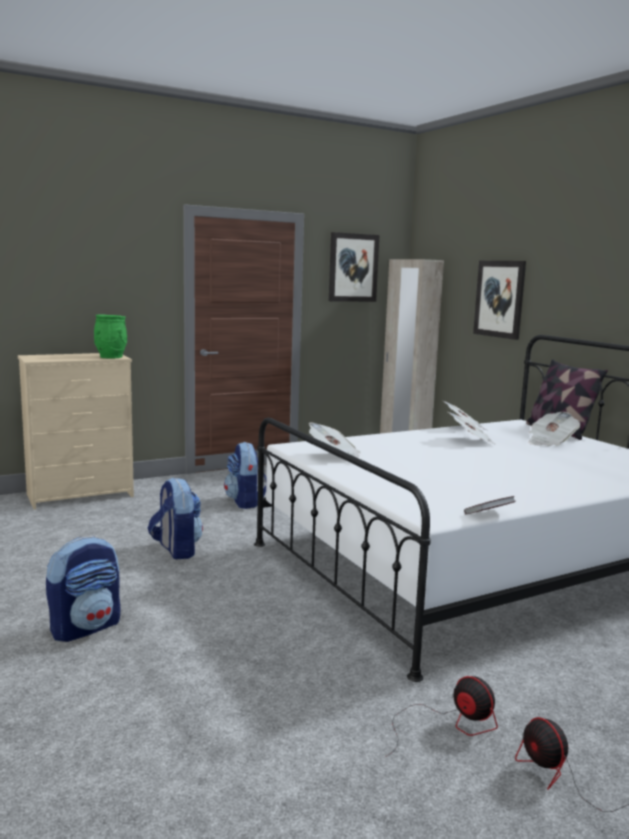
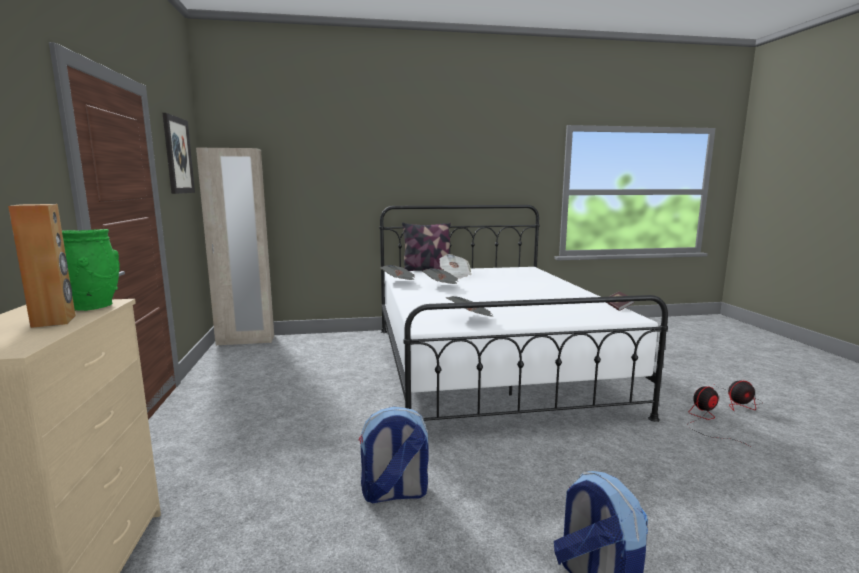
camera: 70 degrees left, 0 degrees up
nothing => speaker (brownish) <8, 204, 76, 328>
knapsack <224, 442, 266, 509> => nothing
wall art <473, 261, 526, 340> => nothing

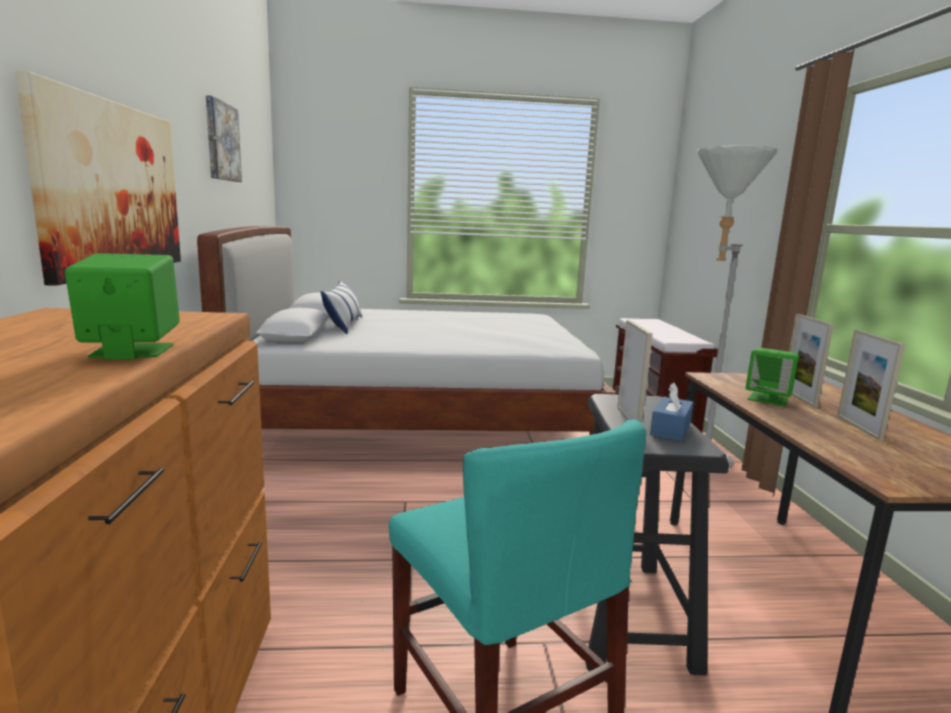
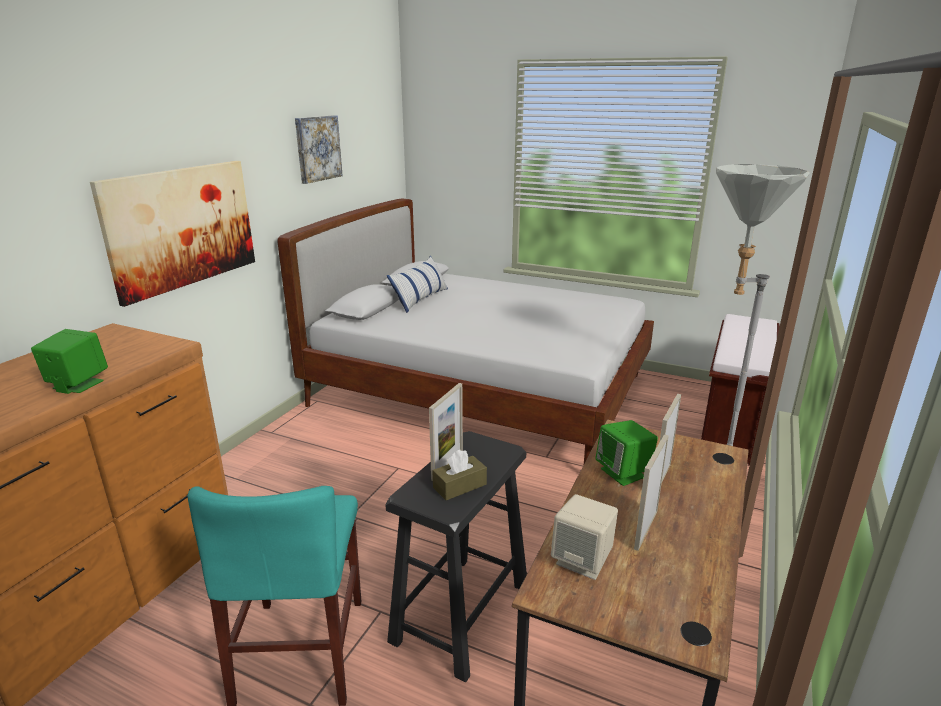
camera: 30 degrees right, 10 degrees up
tissue box (blue) <650, 383, 693, 442> => tissue box (brownish) <433, 450, 487, 500>
nothing => speaker (beige-coloured) <551, 494, 618, 580>

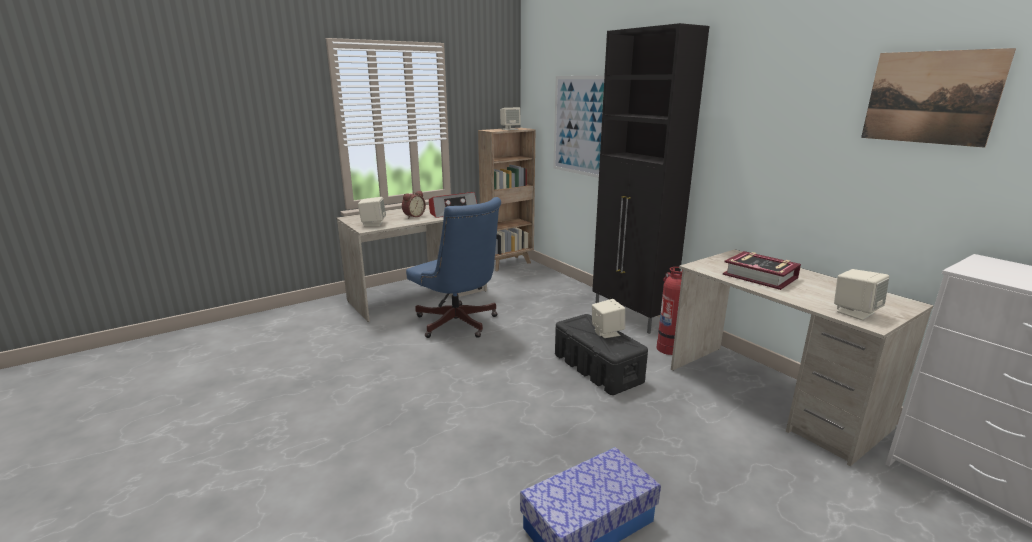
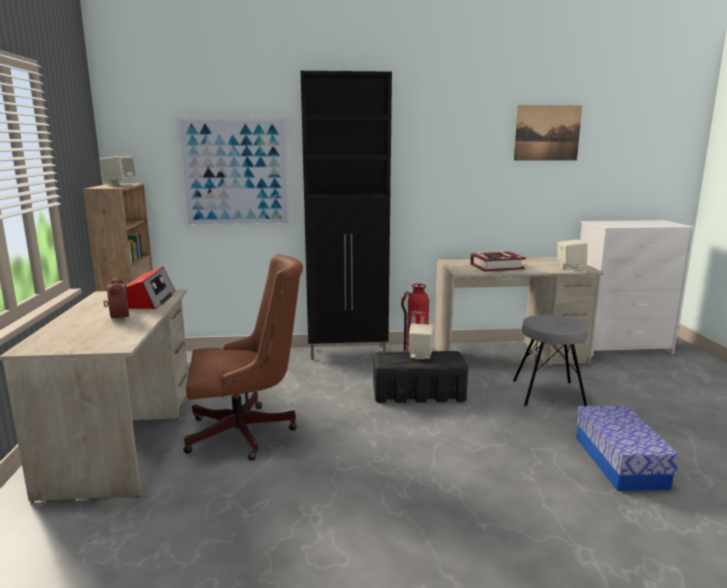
camera: 60 degrees left, 5 degrees down
computer chair (blue) <406, 197, 501, 338> => computer chair (brownish) <183, 254, 303, 461>
nothing => stool (greyish) <513, 315, 588, 407>
speaker (beige-coloured) <358, 197, 386, 227> => nothing

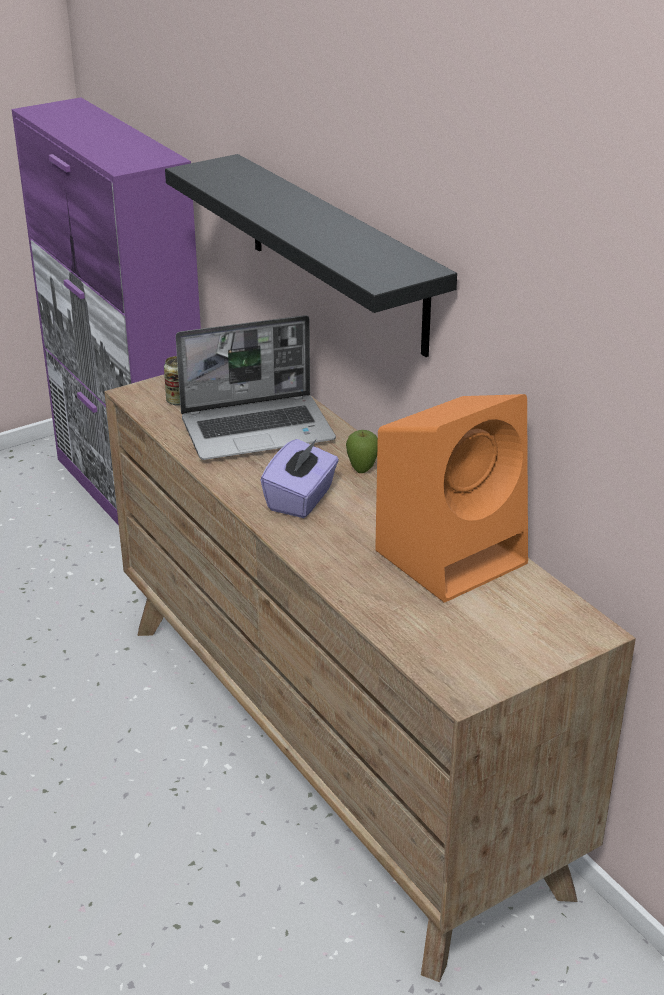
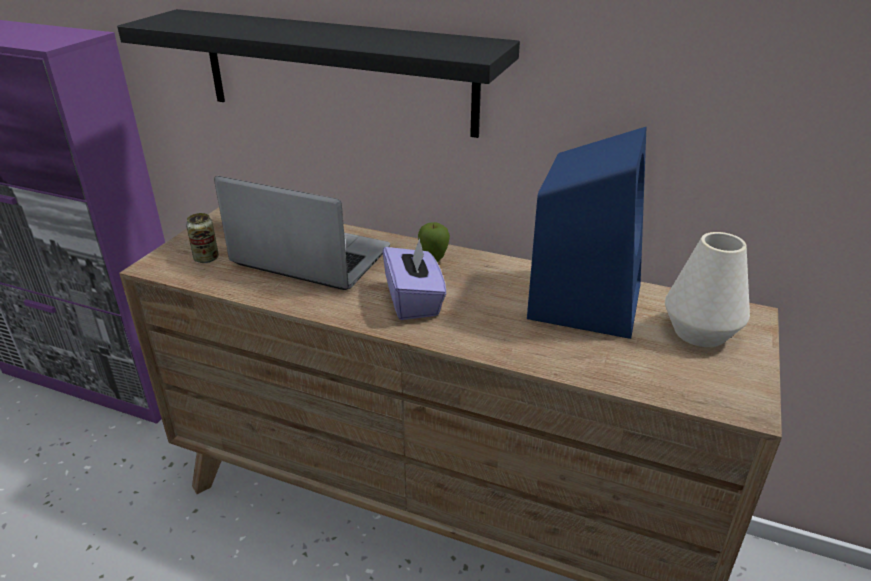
camera: 35 degrees left, 0 degrees up
portable computer <176, 315, 336, 460> => portable computer <214, 176, 390, 290>, 105 degrees counterclockwise
speaker (orangey) <375, 394, 528, 602> => speaker (blue) <527, 127, 646, 339>
nothing => flower vase (whitish) <665, 232, 750, 347>

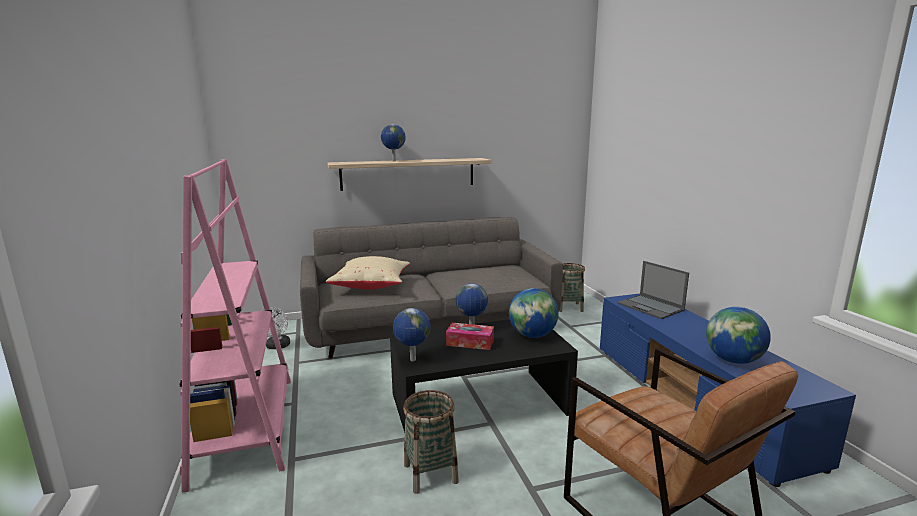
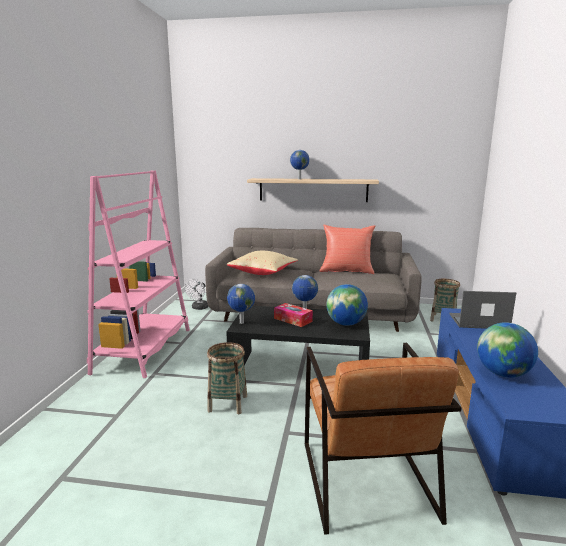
camera: 25 degrees right, 0 degrees up
nothing => pillow (red) <319, 225, 375, 274>
portable computer <618, 261, 689, 319> => portable computer <449, 291, 516, 329>, 105 degrees clockwise

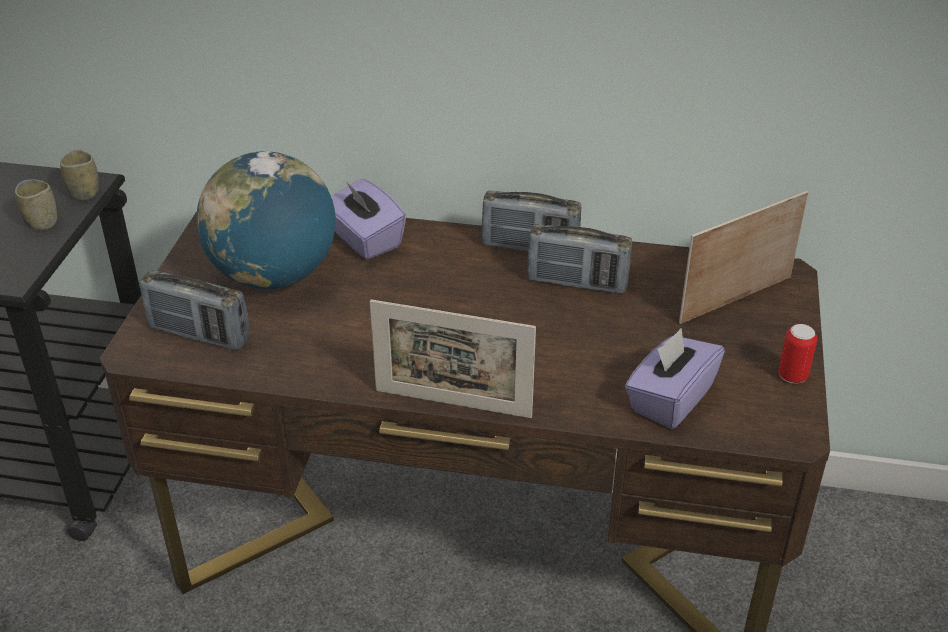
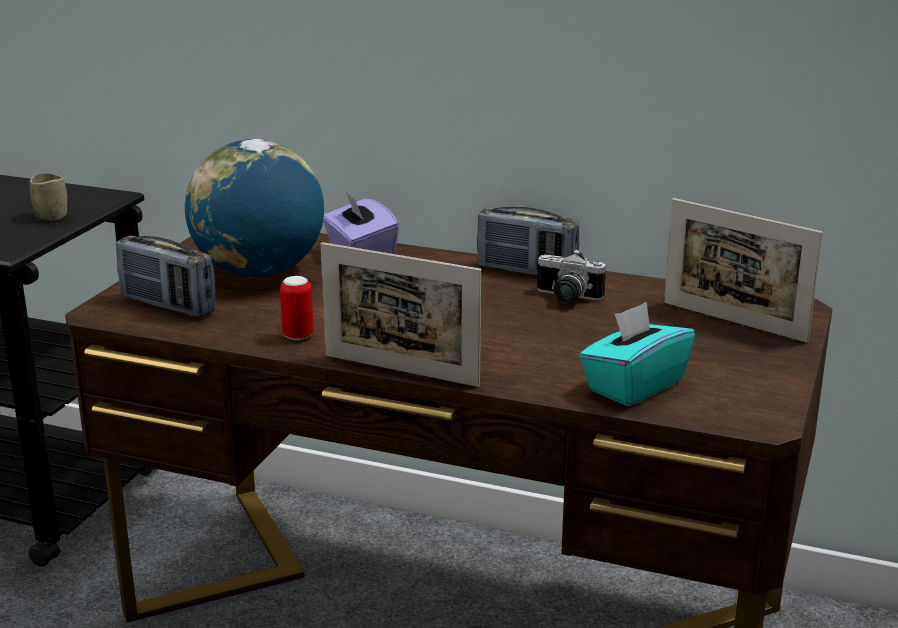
camera: 10 degrees right, 15 degrees down
sealed can <778, 324, 817, 384> => sealed can <280, 276, 314, 340>, moved
radio receiver <528, 224, 632, 294> => photo camera <537, 249, 606, 304>
tissue box (purple) <625, 328, 725, 429> => tissue box (blue-green) <579, 302, 695, 406>
standing frame <679, 191, 808, 324> => standing frame <664, 198, 823, 343>, 120 degrees counterclockwise
cup <60, 149, 99, 201> => nothing

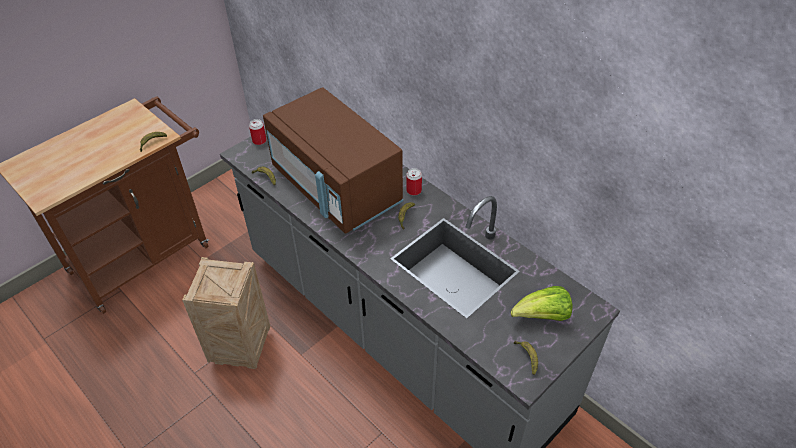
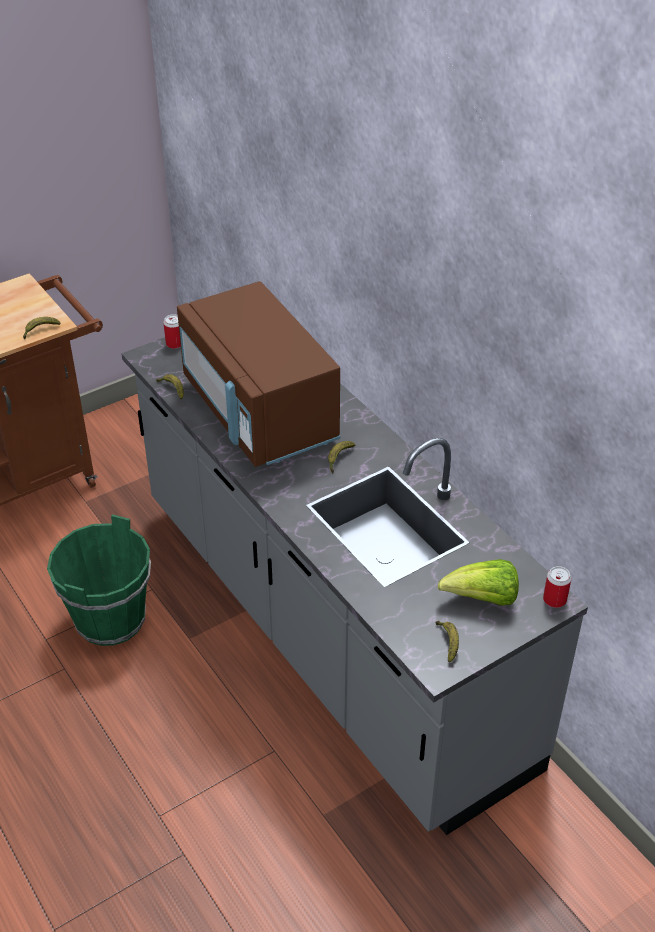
camera: 10 degrees right, 5 degrees down
packing crate <182, 257, 270, 369> => water bucket (green-coloured) <47, 514, 151, 646>
sealed can <406, 168, 422, 196> => sealed can <543, 566, 571, 608>, moved

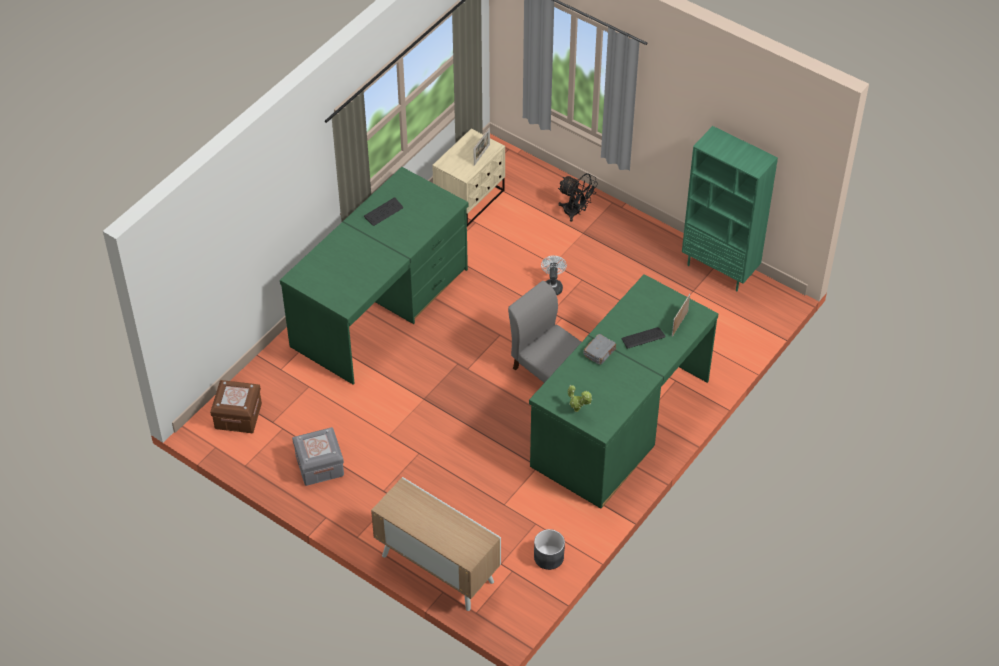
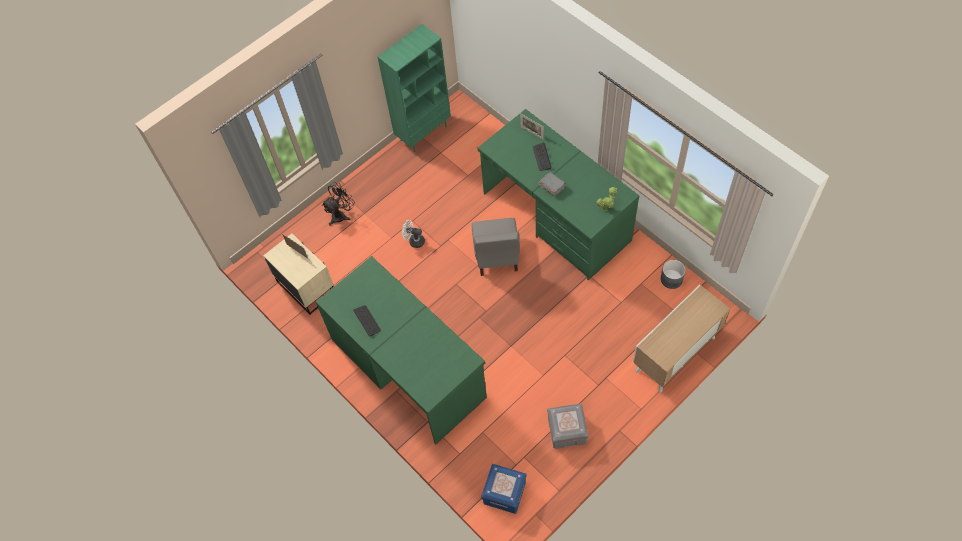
camera: 75 degrees left, 10 degrees up
plain chair (greyish) <508, 281, 581, 383> => plain chair (greyish) <472, 218, 519, 276>, 60 degrees counterclockwise
storage box (brownish) <210, 380, 262, 433> => storage box (blue) <481, 464, 527, 514>

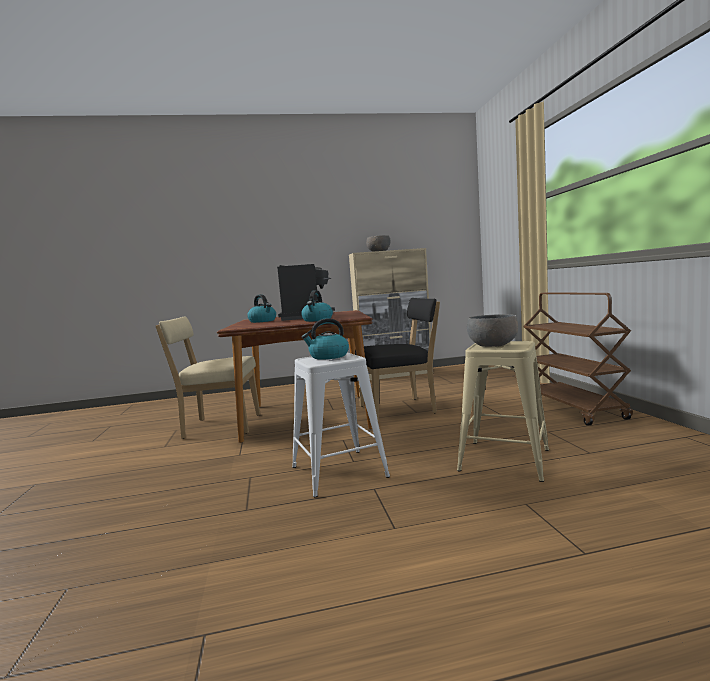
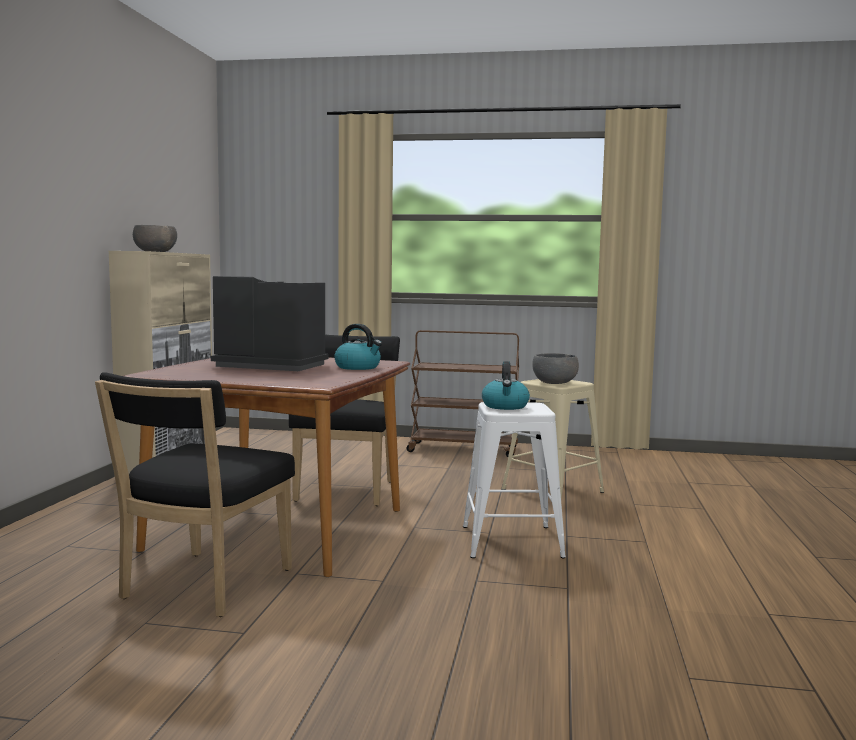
camera: 70 degrees left, 0 degrees up
plain chair (beige-coloured) <156, 317, 260, 439> => plain chair (black) <95, 372, 295, 617>
kettle <247, 294, 276, 323> => nothing

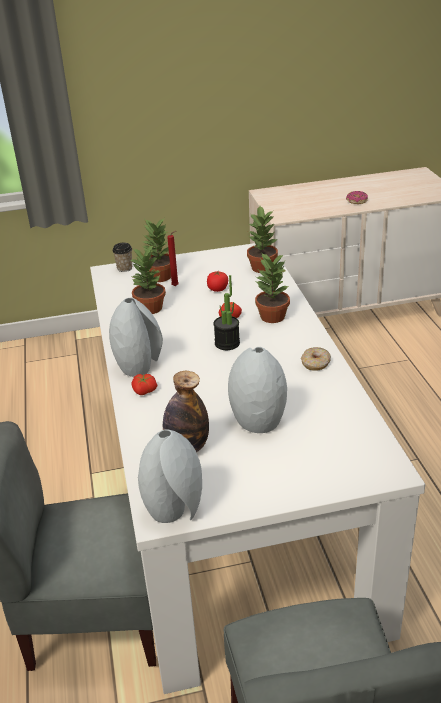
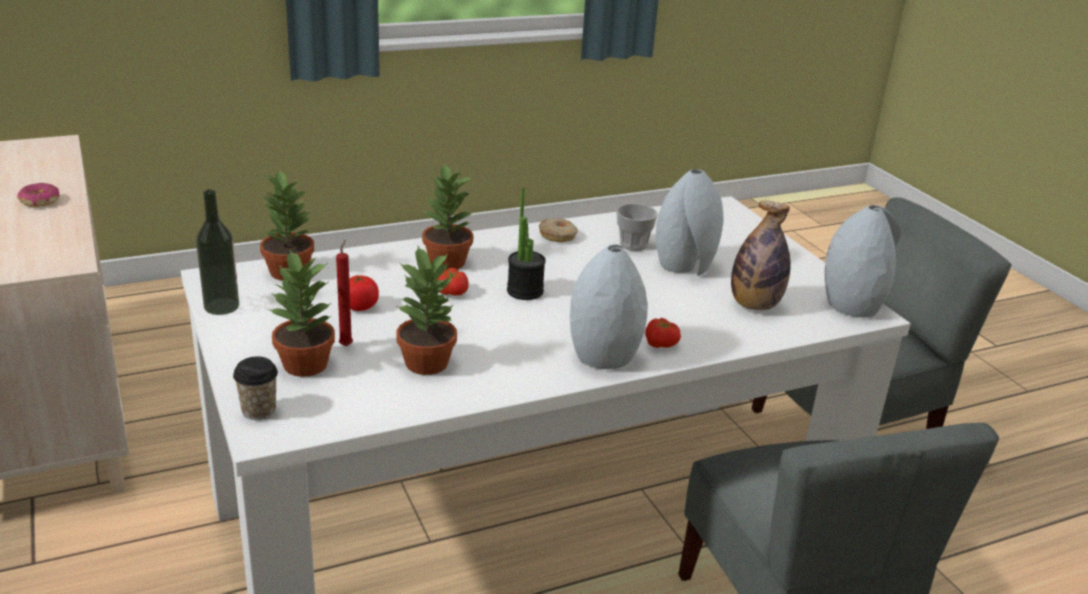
camera: 105 degrees left, 5 degrees down
nothing => bottle <196, 189, 239, 315>
nothing => cup <616, 204, 657, 251>

